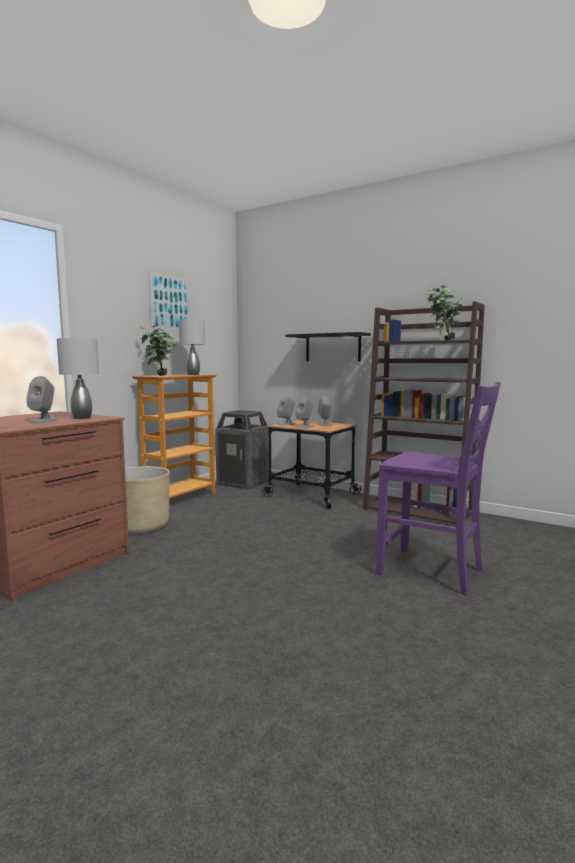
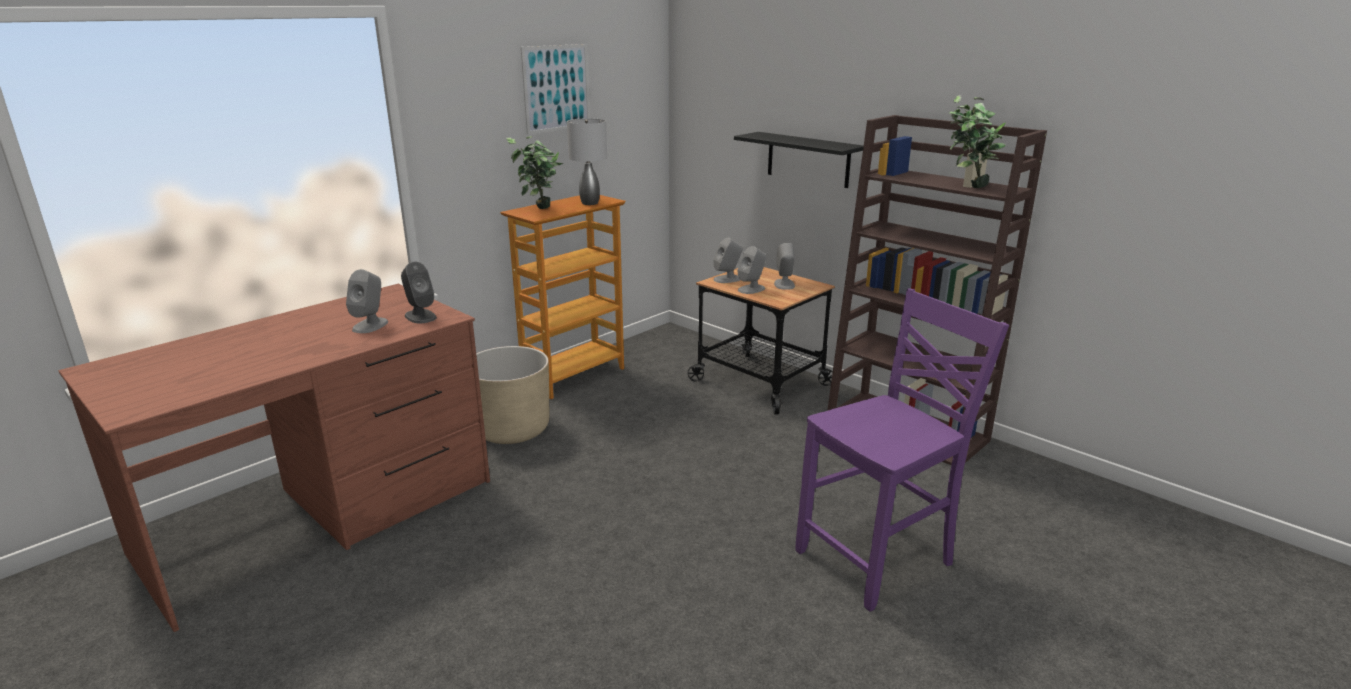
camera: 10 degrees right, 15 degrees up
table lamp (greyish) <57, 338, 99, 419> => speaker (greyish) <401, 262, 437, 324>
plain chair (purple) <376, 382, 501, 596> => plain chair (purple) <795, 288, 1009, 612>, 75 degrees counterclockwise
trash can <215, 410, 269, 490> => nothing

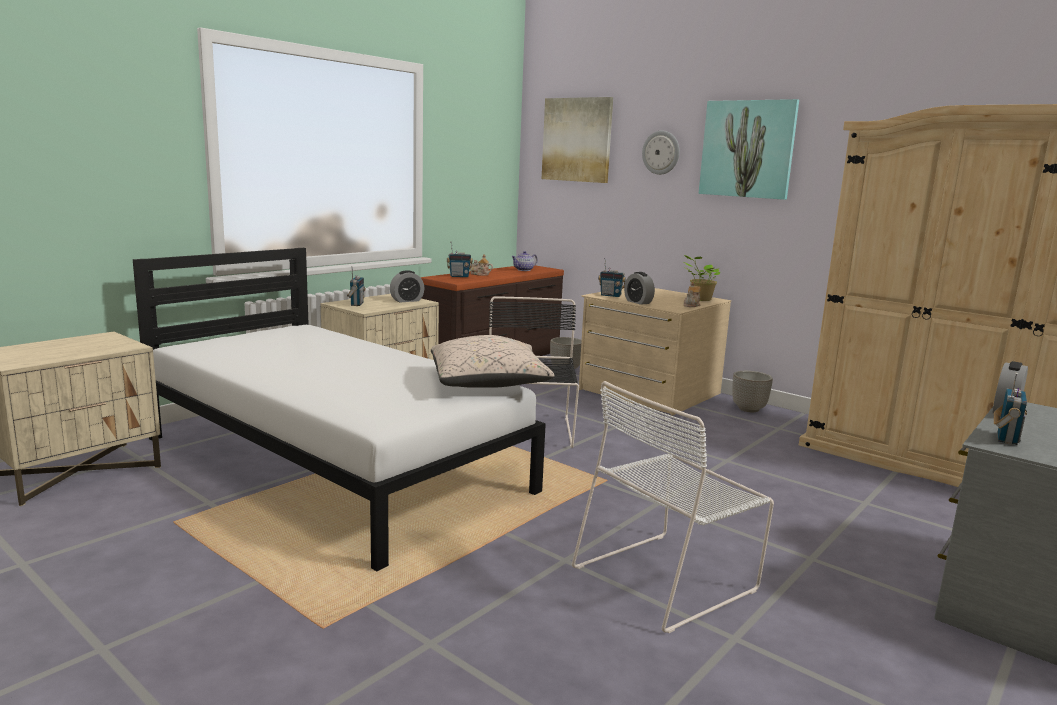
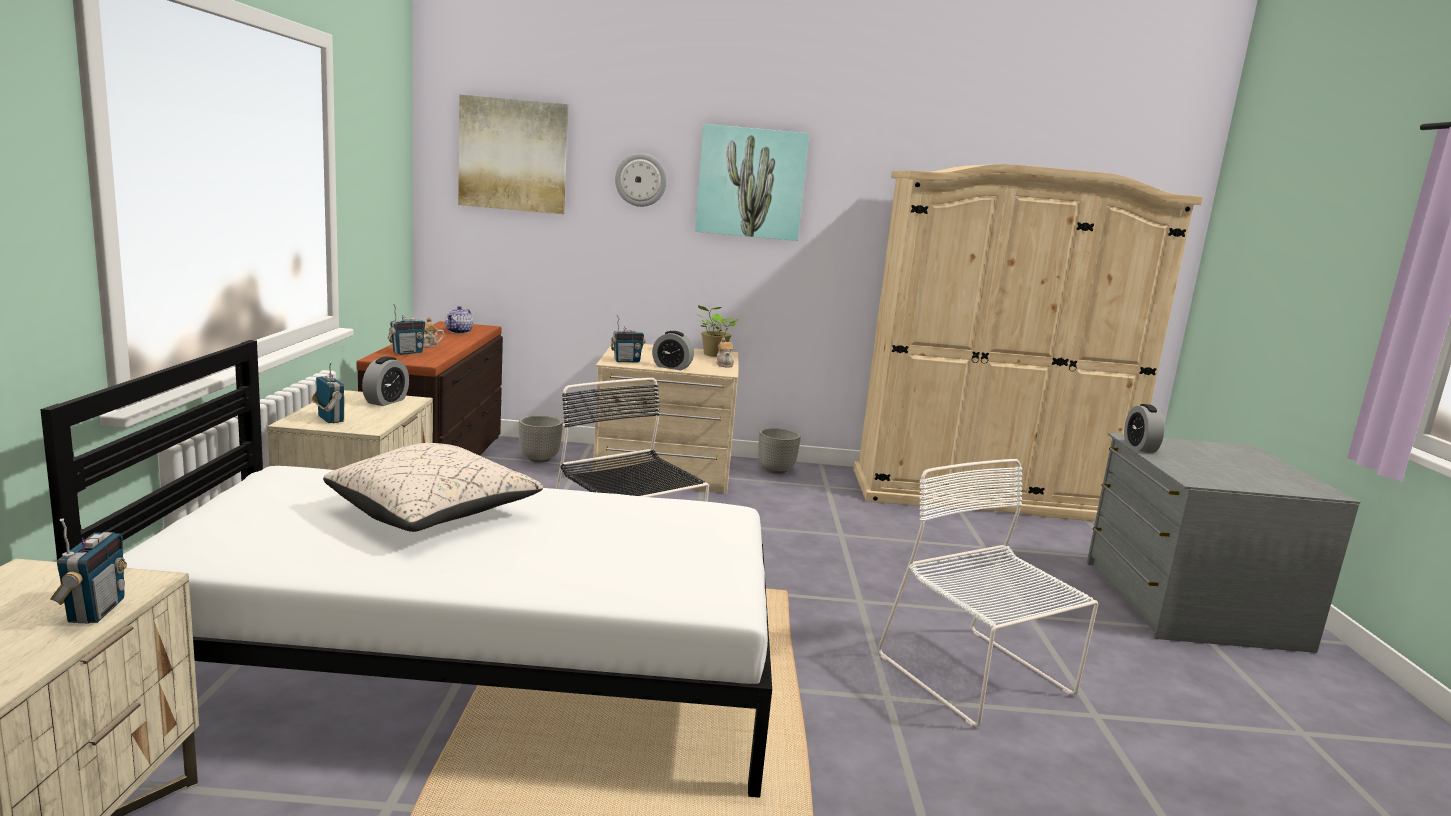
camera: 40 degrees left, 0 degrees up
radio receiver <994, 373, 1027, 445> => radio receiver <51, 518, 127, 624>, moved
pillow (beige-coloured) <431, 335, 554, 388> => pillow (beige-coloured) <323, 443, 543, 532>, moved
plain chair (whitish) <572, 381, 774, 633> => plain chair (whitish) <878, 459, 1098, 727>, 135 degrees clockwise

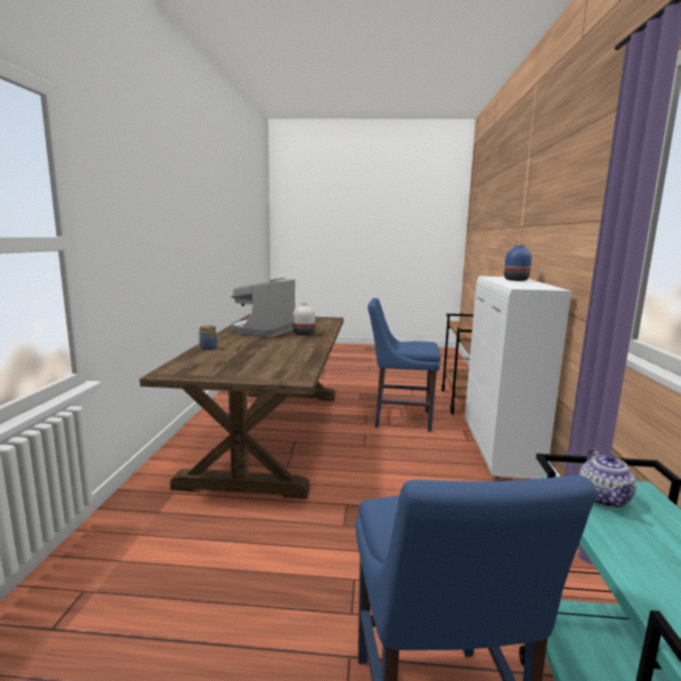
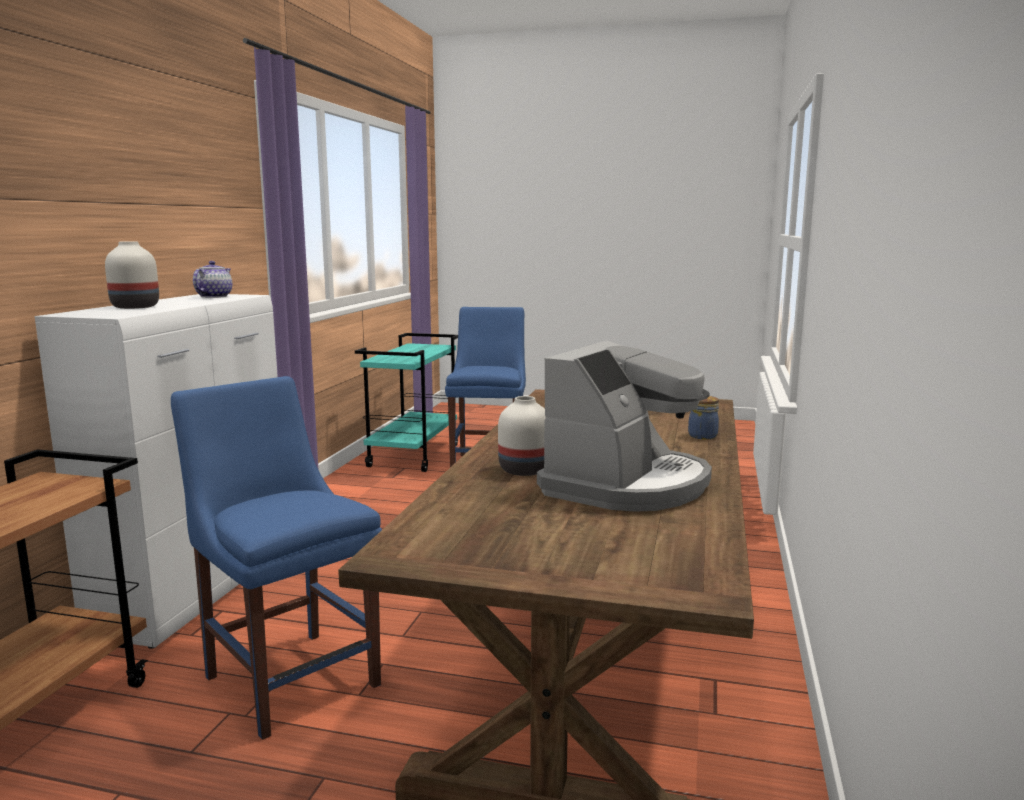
camera: 170 degrees left, 0 degrees up
flower vase (blue) <504, 245, 532, 281> => flower vase (whitish) <105, 241, 159, 309>
plain chair (blue) <368, 298, 441, 432> => plain chair (blue) <171, 376, 382, 740>, 150 degrees counterclockwise
tea pot <579, 449, 636, 507> => tea pot <193, 261, 232, 298>, moved

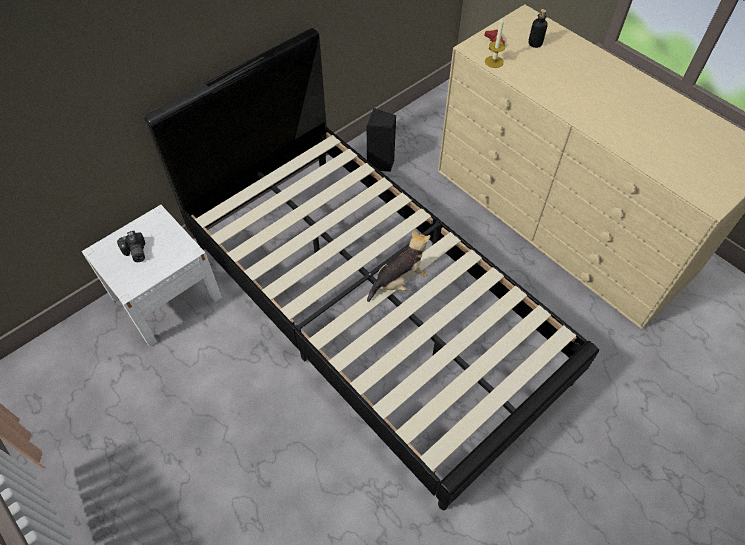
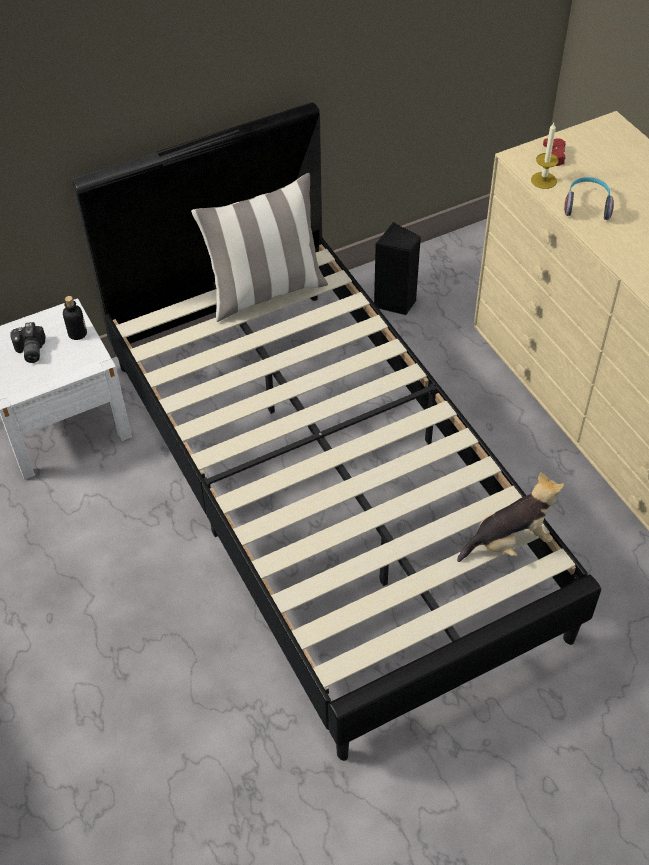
camera: 15 degrees right, 5 degrees down
bottle <528, 9, 547, 48> => bottle <63, 296, 87, 340>, moved
nothing => pillow <191, 173, 328, 322>
plush toy <367, 230, 430, 302> => plush toy <457, 471, 564, 562>, moved
nothing => pair of headphones <564, 177, 614, 220>

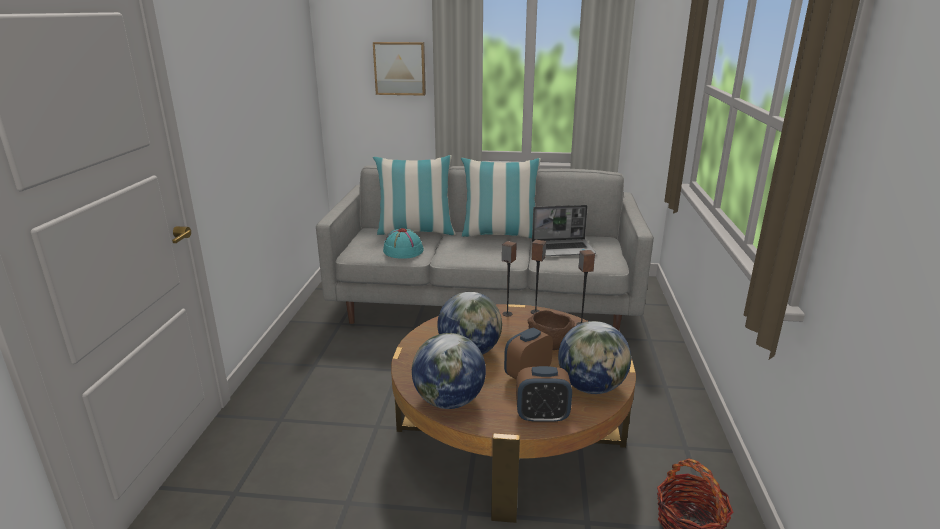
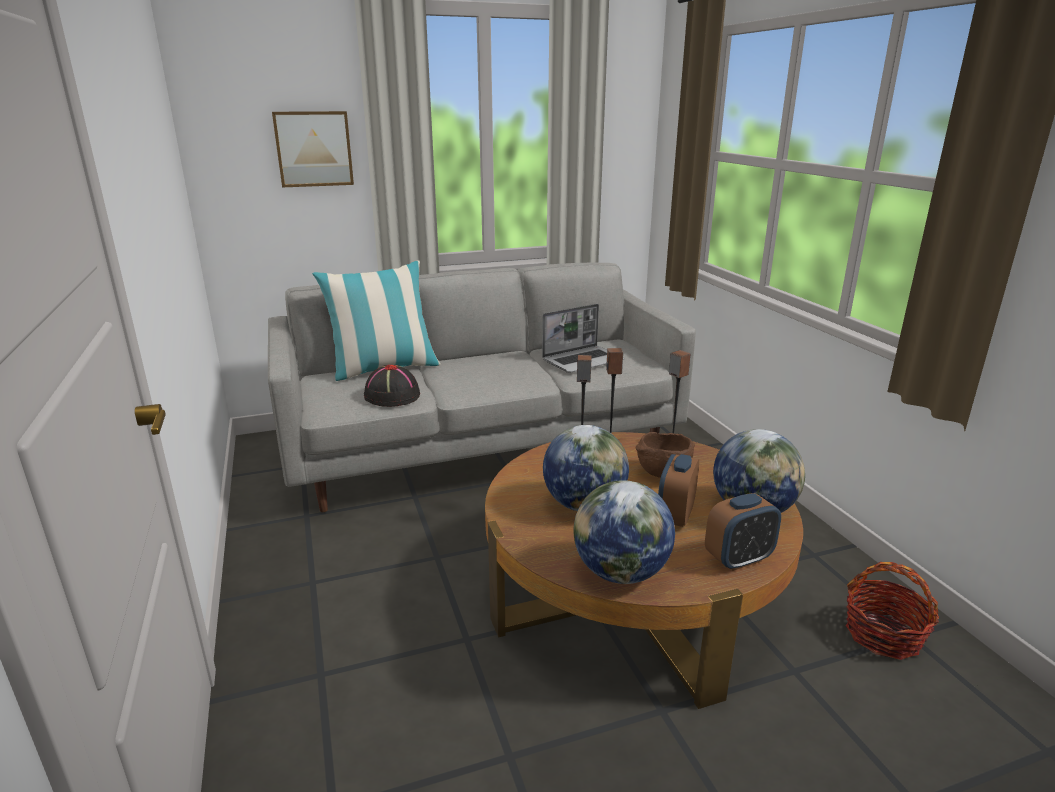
camera: 25 degrees left, 0 degrees up
wearable hat (blue-green) <383, 228, 424, 259> => wearable hat (black) <364, 365, 420, 407>
pillow <461, 158, 541, 238> => nothing

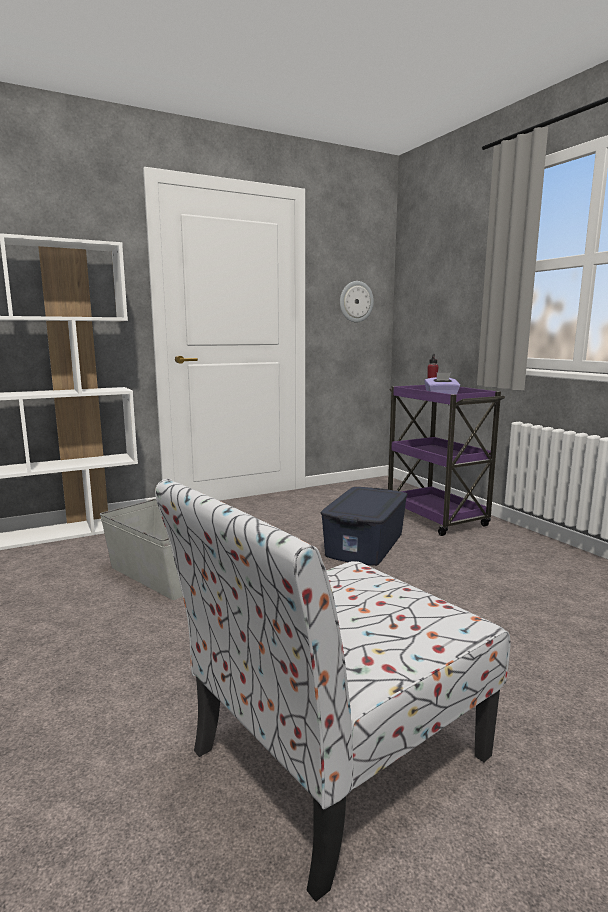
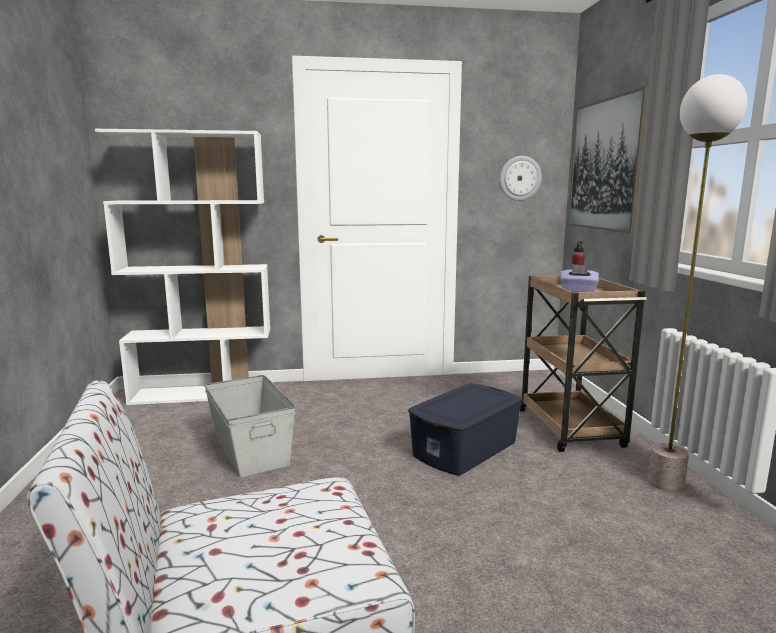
camera: 20 degrees right, 0 degrees up
cart (purple) <388, 385, 505, 536> => cart (brownish) <520, 276, 647, 452>
nothing => wall art <568, 86, 649, 234>
nothing => standing lamp <648, 74, 747, 492>

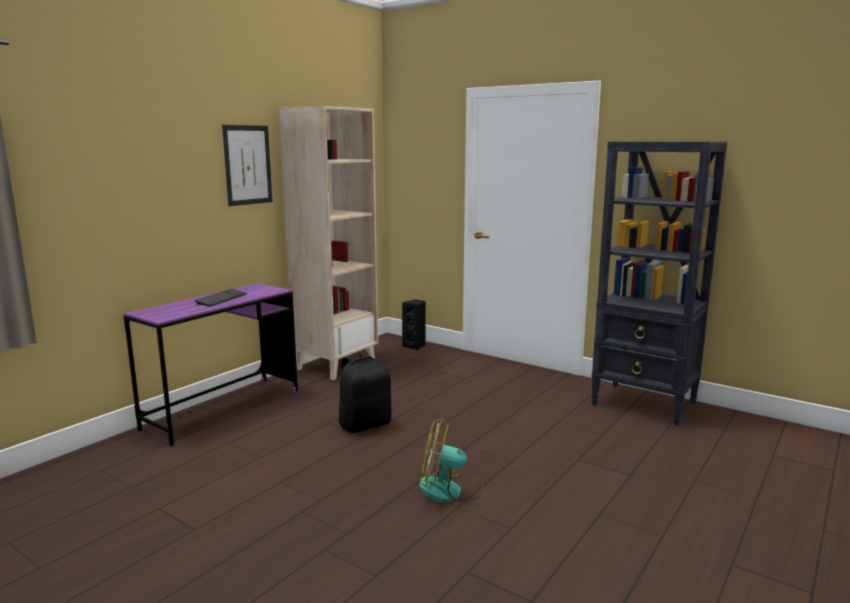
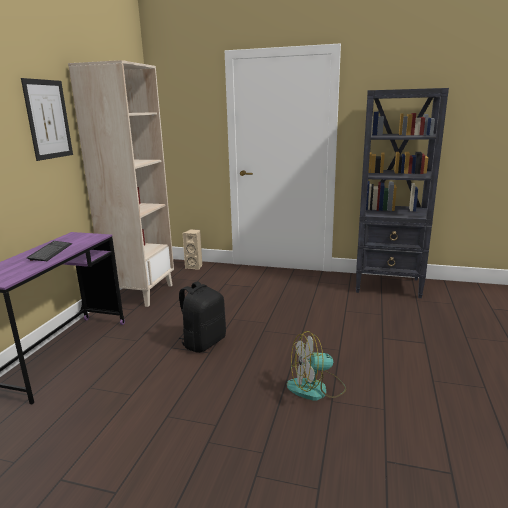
camera: 20 degrees left, 5 degrees up
speaker (black) <402, 299, 426, 350> => speaker (beige-coloured) <183, 229, 203, 270>

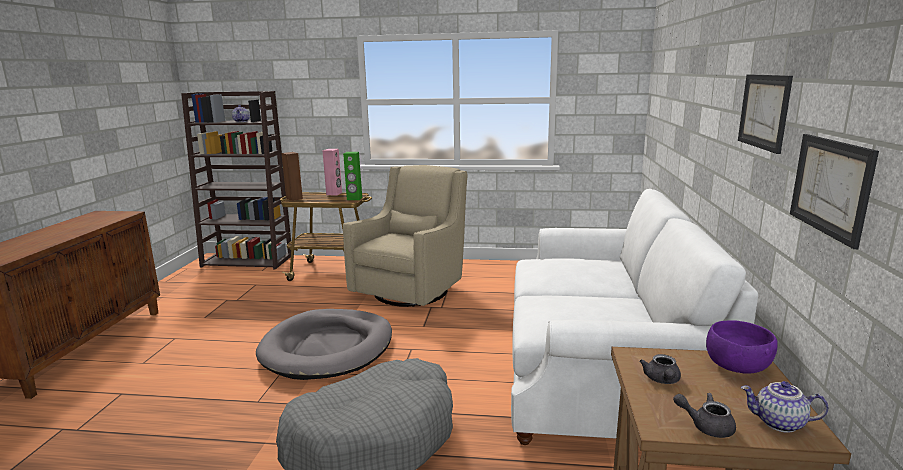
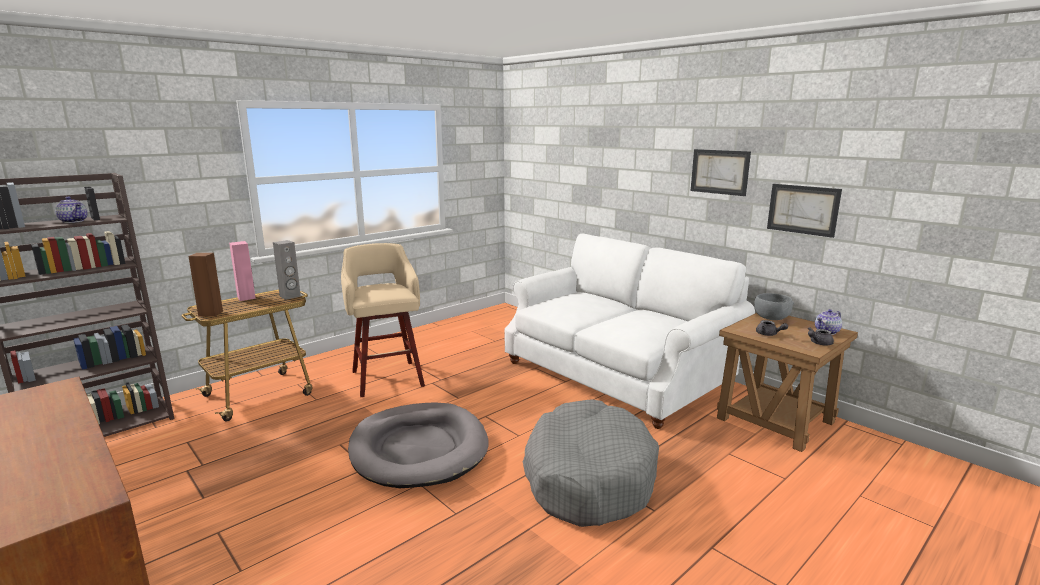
camera: 50 degrees left, 0 degrees up
speaker (green-coloured) <343, 152, 362, 200> => speaker (greyish) <273, 240, 301, 300>
easy chair (beige-coloured) <343, 165, 468, 307> => stool (beige-coloured) <341, 243, 425, 397>
serving bowl (purple) <706, 320, 778, 374> => serving bowl (greyish) <754, 293, 794, 320>

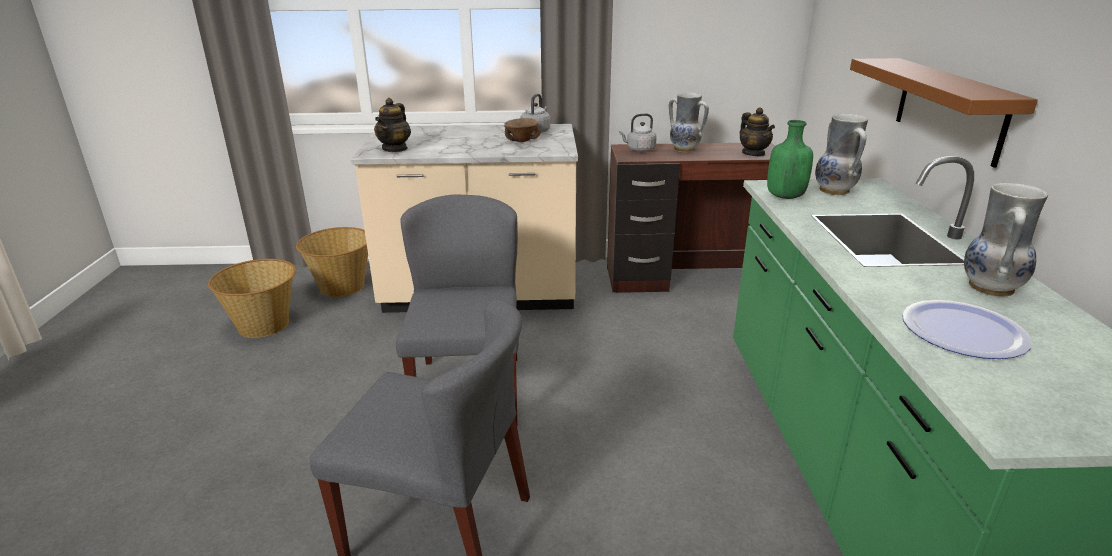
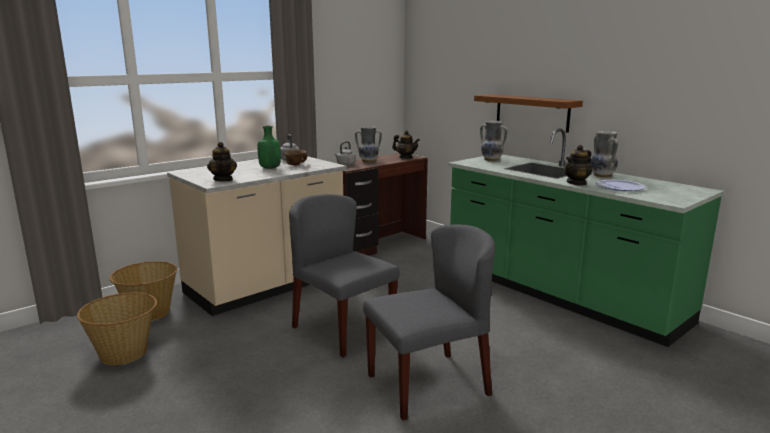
camera: 40 degrees left, 10 degrees down
bottle (green-coloured) <767, 120, 813, 199> => bottle (green-coloured) <257, 126, 281, 169>, moved
nothing => tea pot <564, 145, 592, 185>

